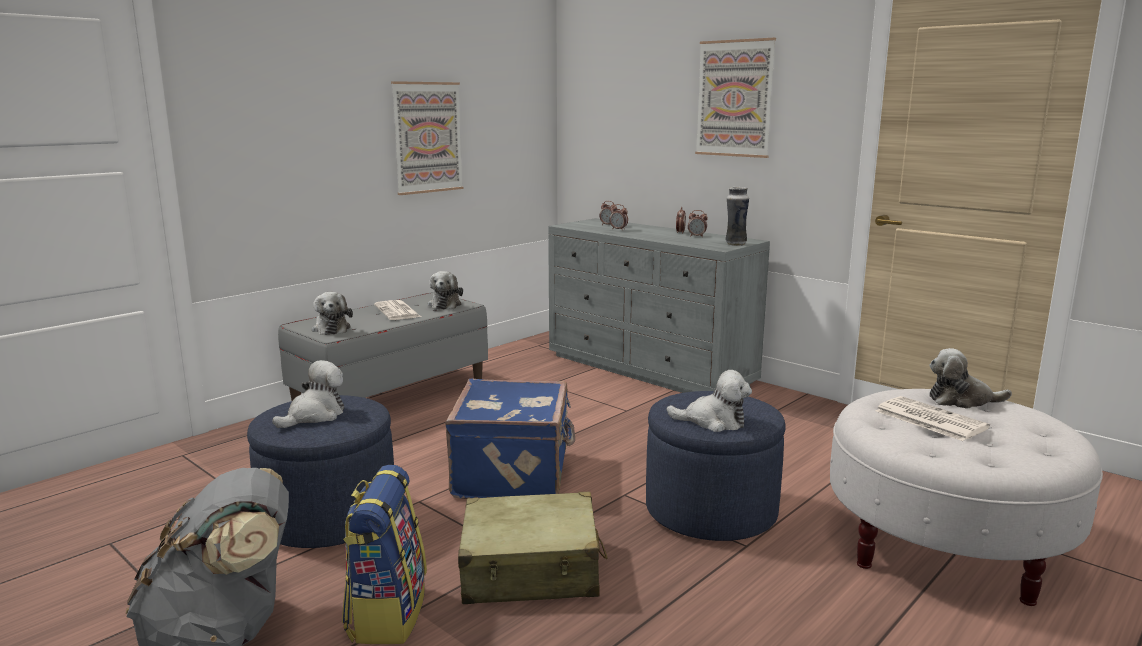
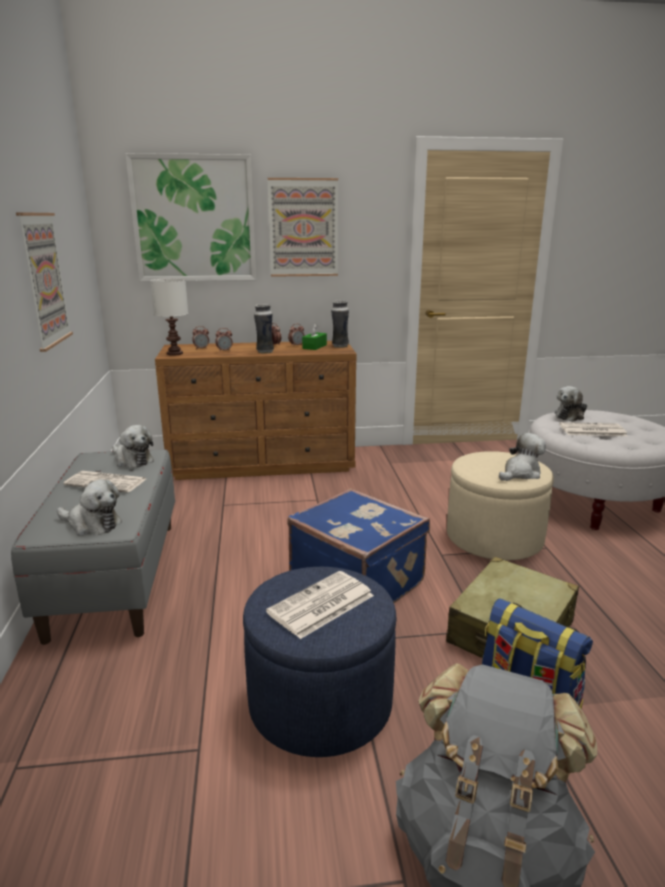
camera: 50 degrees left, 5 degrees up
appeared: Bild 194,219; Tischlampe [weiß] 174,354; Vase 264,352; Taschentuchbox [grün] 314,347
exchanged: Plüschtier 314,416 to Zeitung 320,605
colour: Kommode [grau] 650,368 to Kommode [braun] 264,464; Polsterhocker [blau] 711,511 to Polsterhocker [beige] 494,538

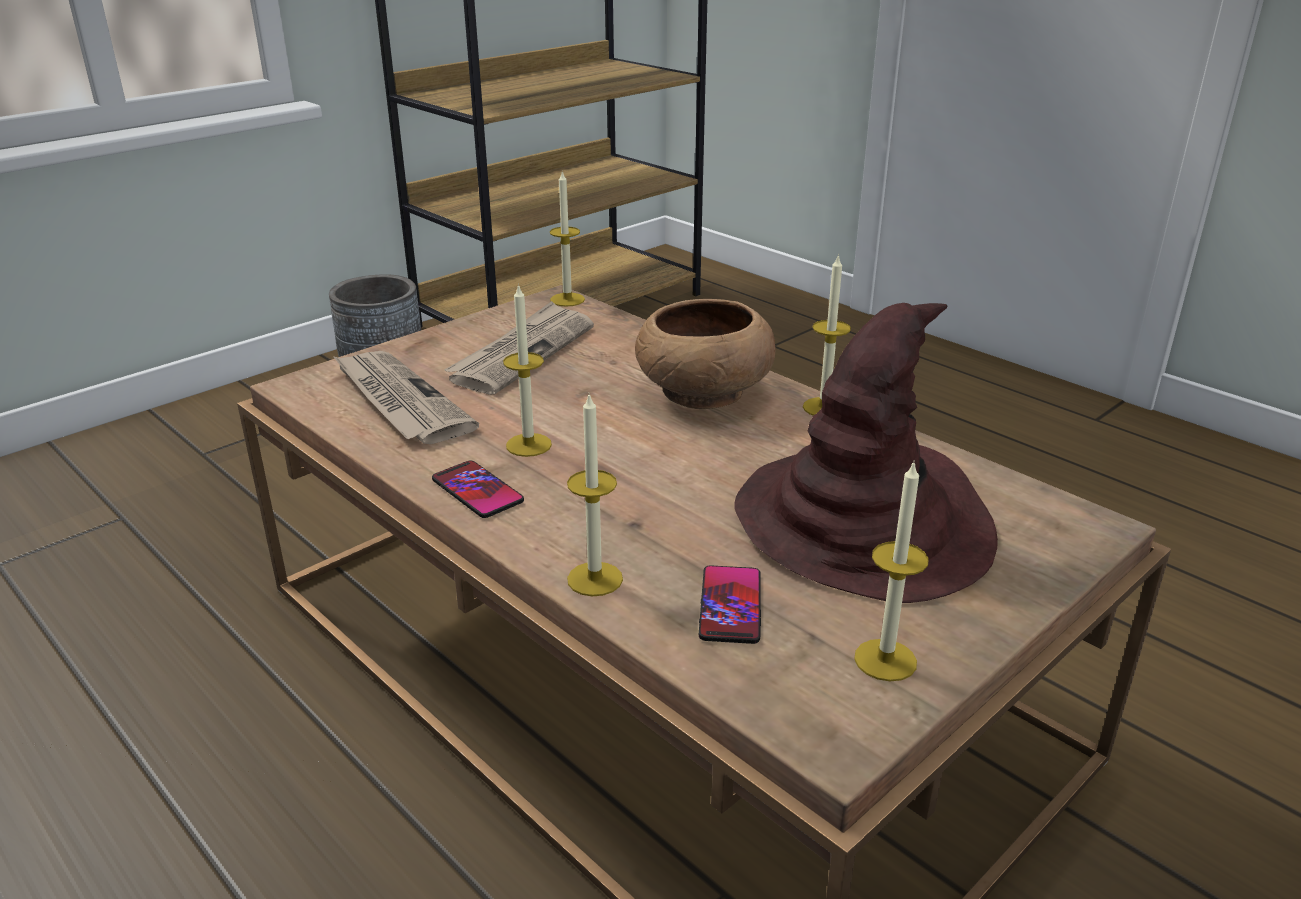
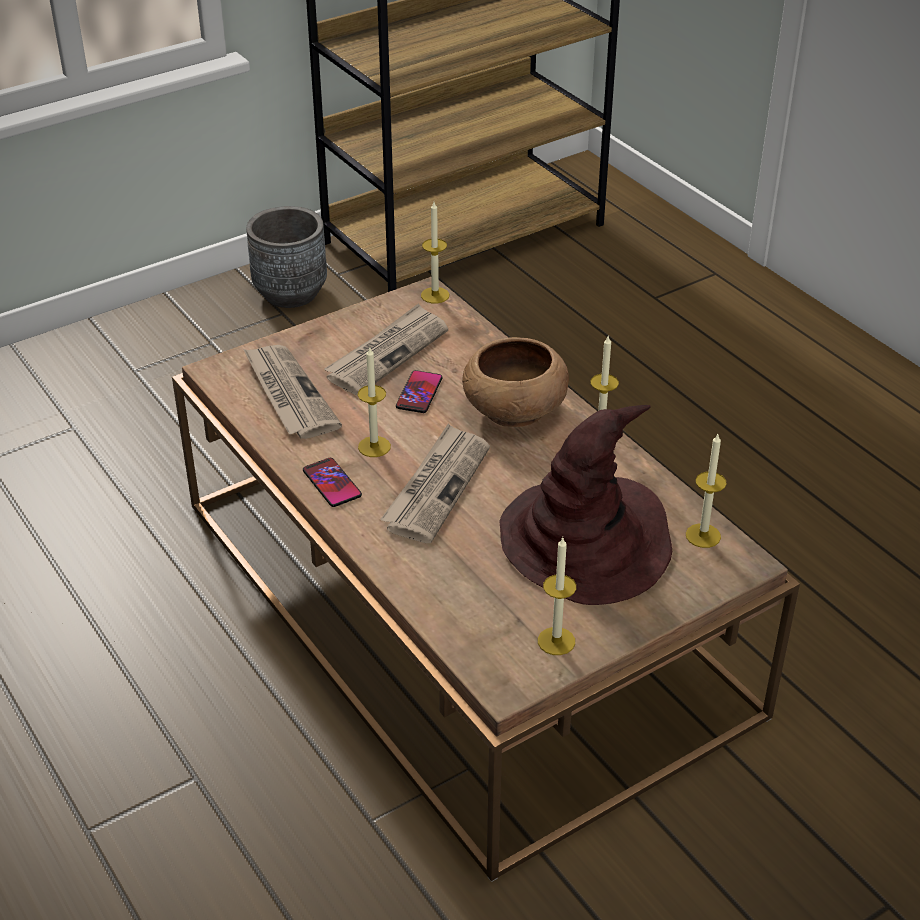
camera: 10 degrees right, 10 degrees up
appeared: Zeitung 436,486
relocated: Kerze 595,579 to 703,535; Handy 730,606 to 419,393

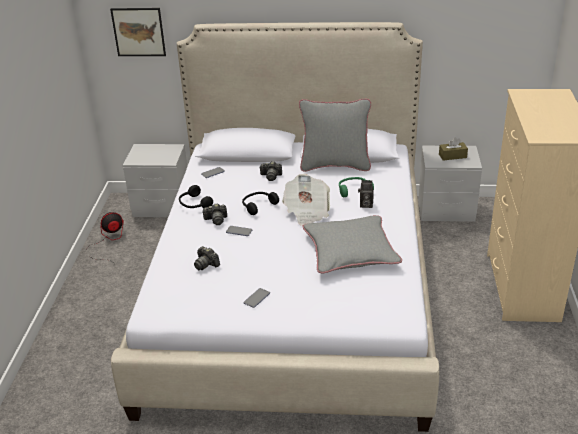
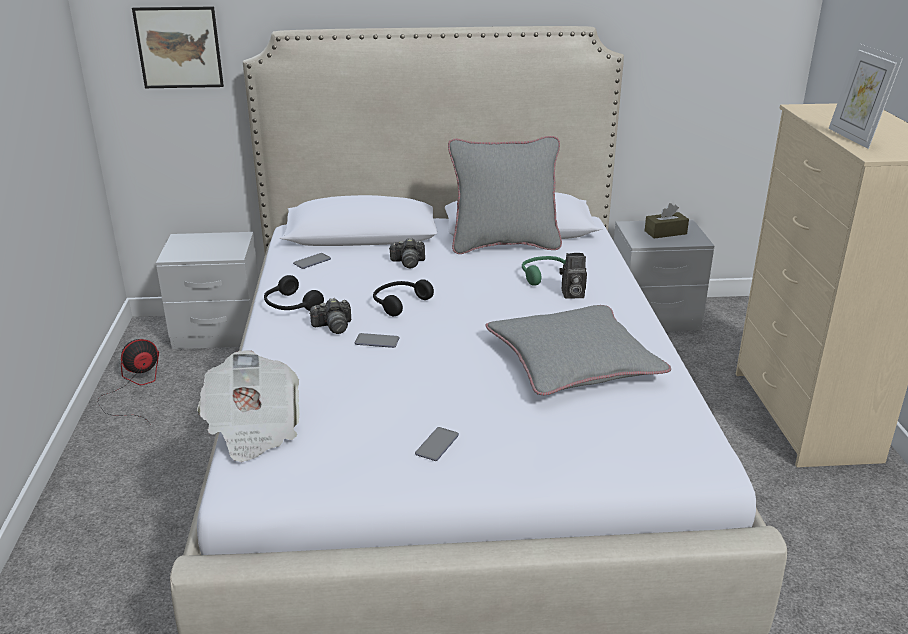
camera: 10 degrees left, 5 degrees down
missing: Kamera 206,264
appeared: Bilderrahmen 854,138
relocated: Zeitung 307,212 to 253,429

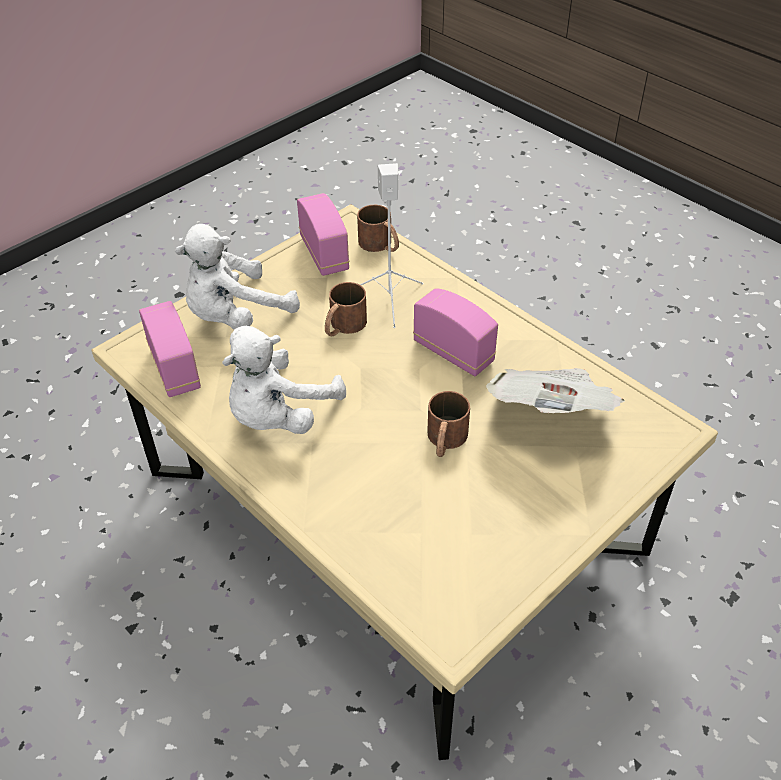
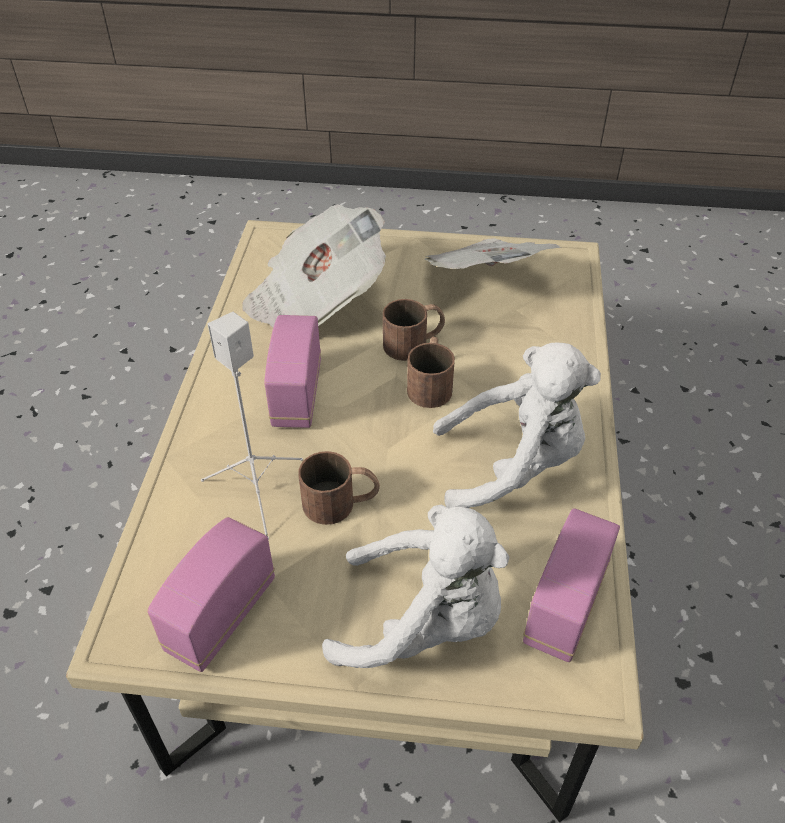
camera: 130 degrees left, 0 degrees up
appeared: Zeitung 486,282
relocated: Henkelbecher [braun] 380,245 to 430,383

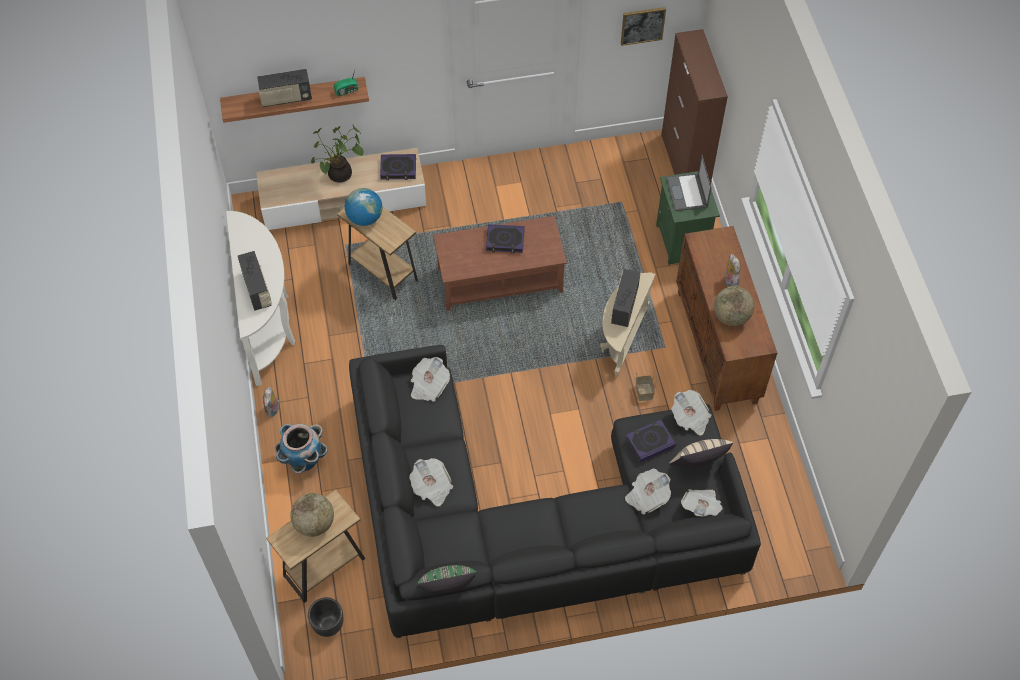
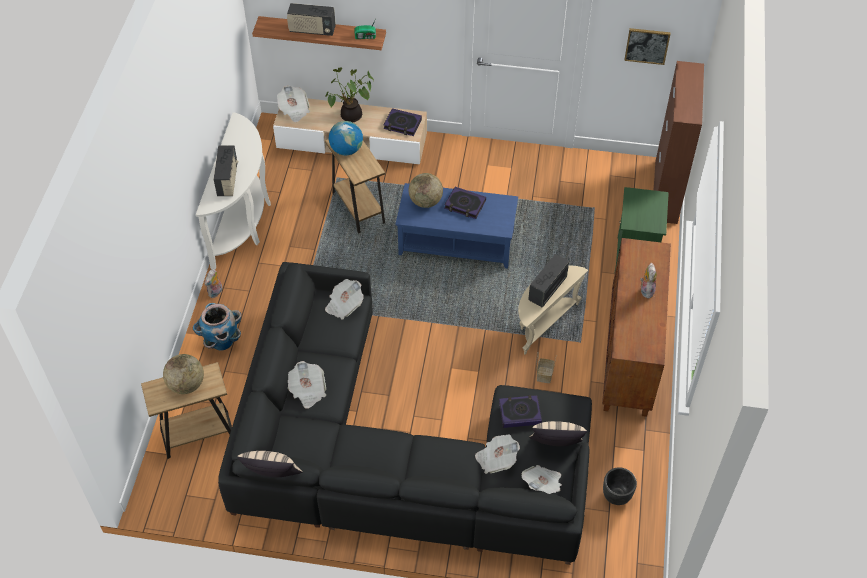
camera: 20 degrees right, 5 degrees down
missing: Laptop 687,193
relocated: Globus 731,316 to 425,201; Zeitung 690,418 to 294,110; Pflanzkübel [schwarz] 328,625 to 616,495
colour: Couchtisch [braun] 499,281 to Couchtisch [blau] 456,243; Kissen [grün] 447,591 to Kissen [beige] 273,478

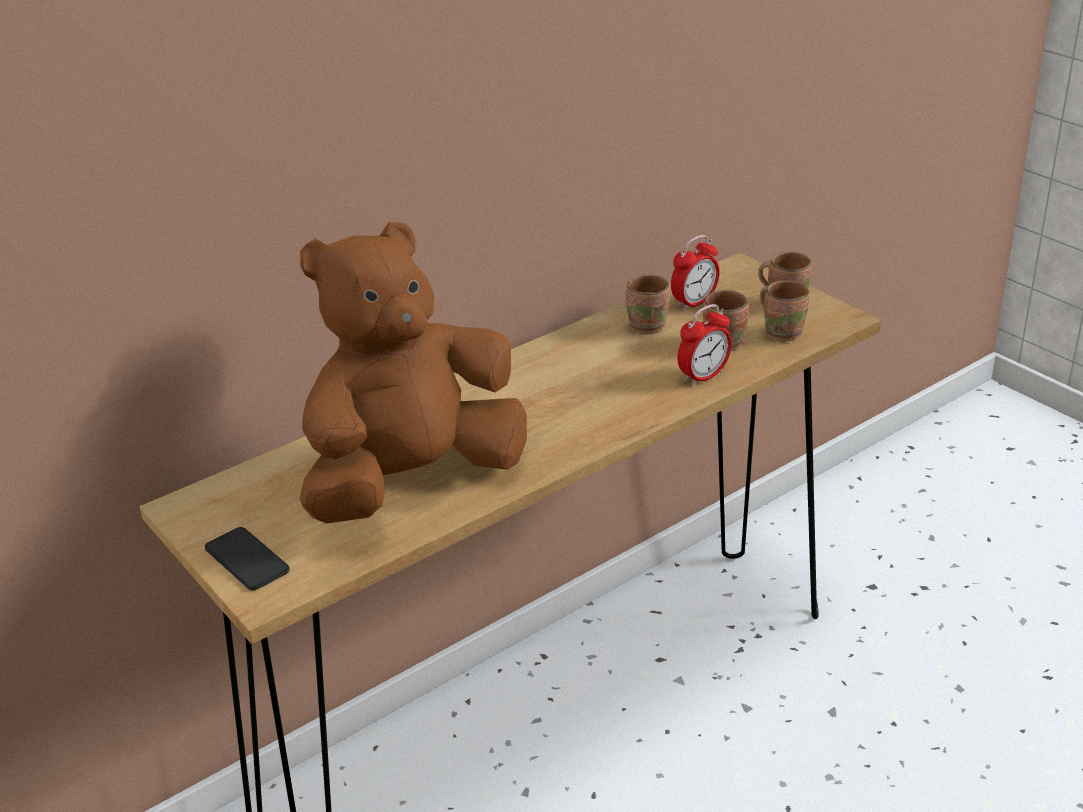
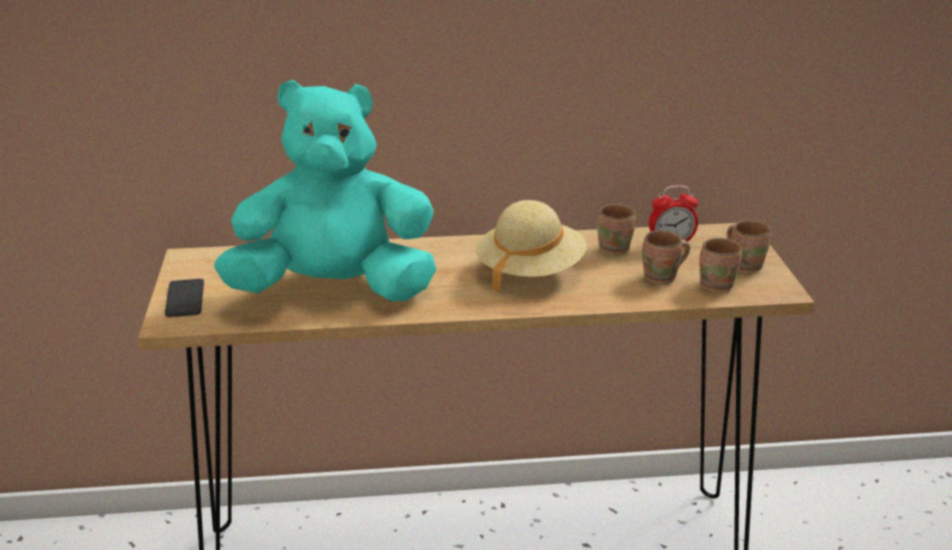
camera: 30 degrees right, 5 degrees down
missing: Wecker 703,377
appeared: Hut [beige] 530,272
colour: Plüschtier [braun] 413,481 to Plüschtier [türkis] 335,290

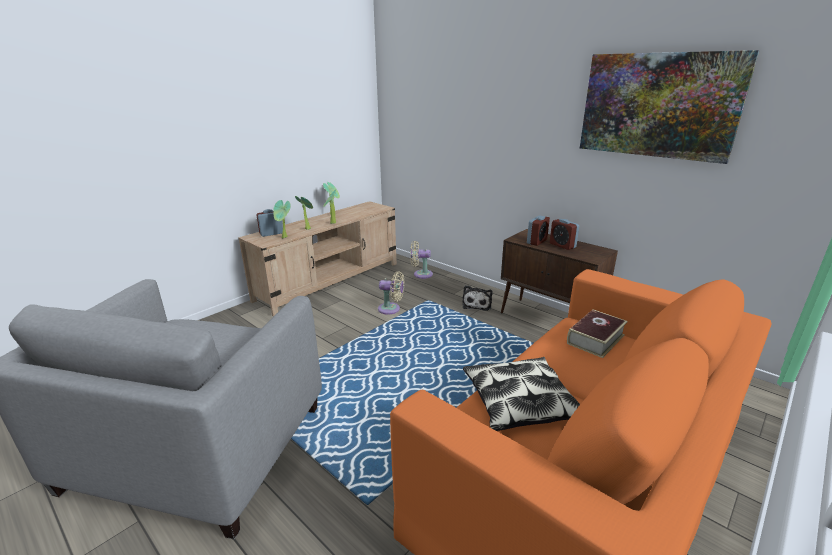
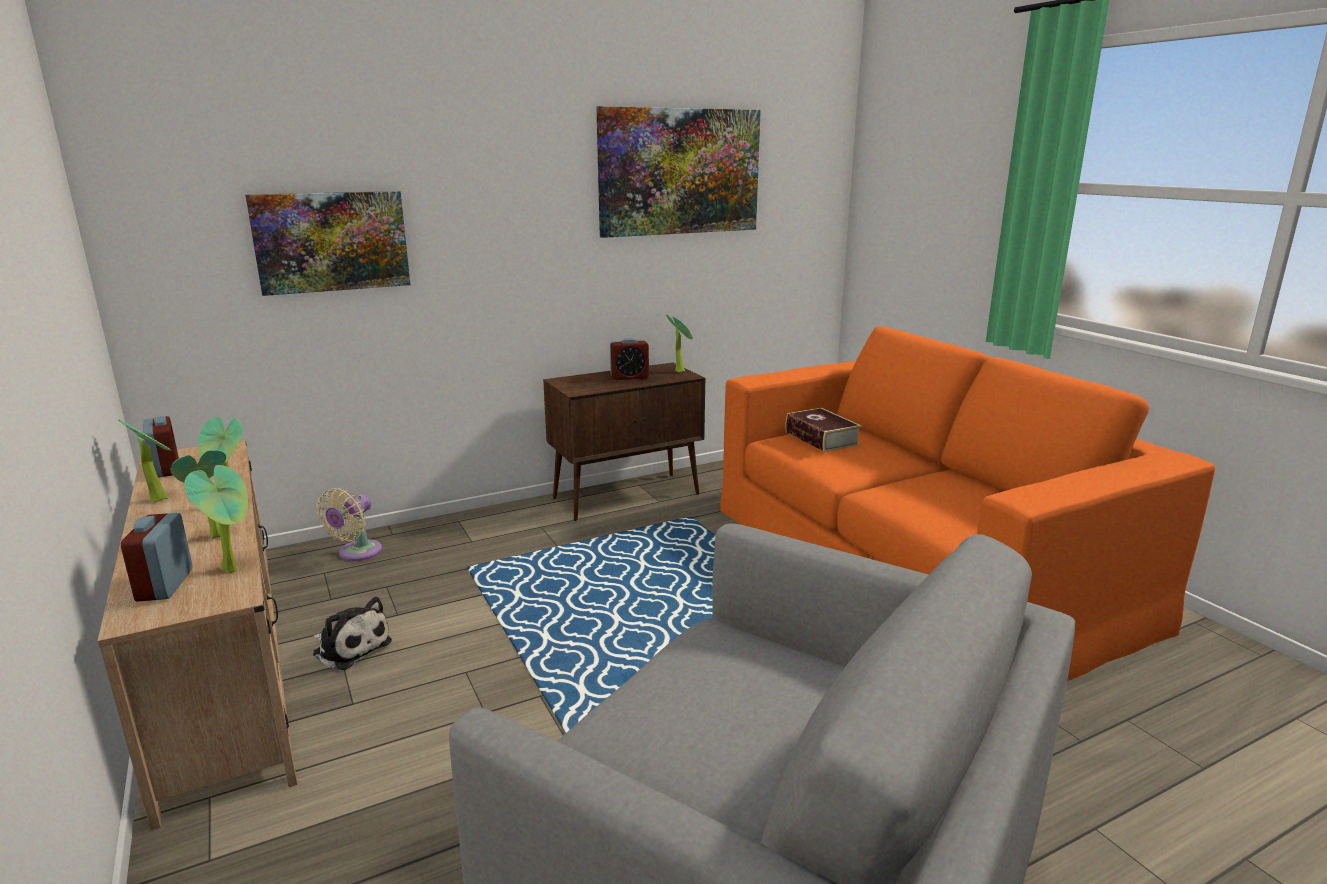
camera: 70 degrees left, 5 degrees down
missing: Ventilator [beige] 391,309; Kissen 519,402
appeared: Bild 331,241; Topfpflanze 680,371
relocated: Wecker 536,241 to 166,469; Plüschtier 477,304 to 350,647

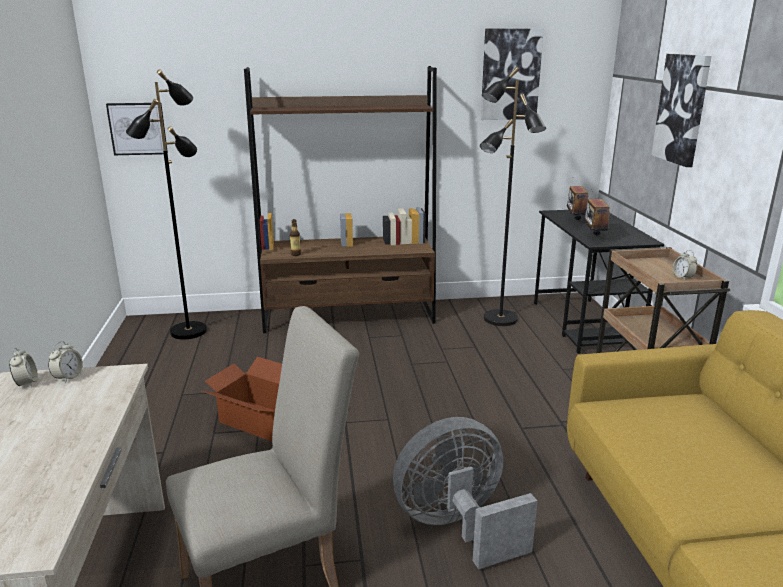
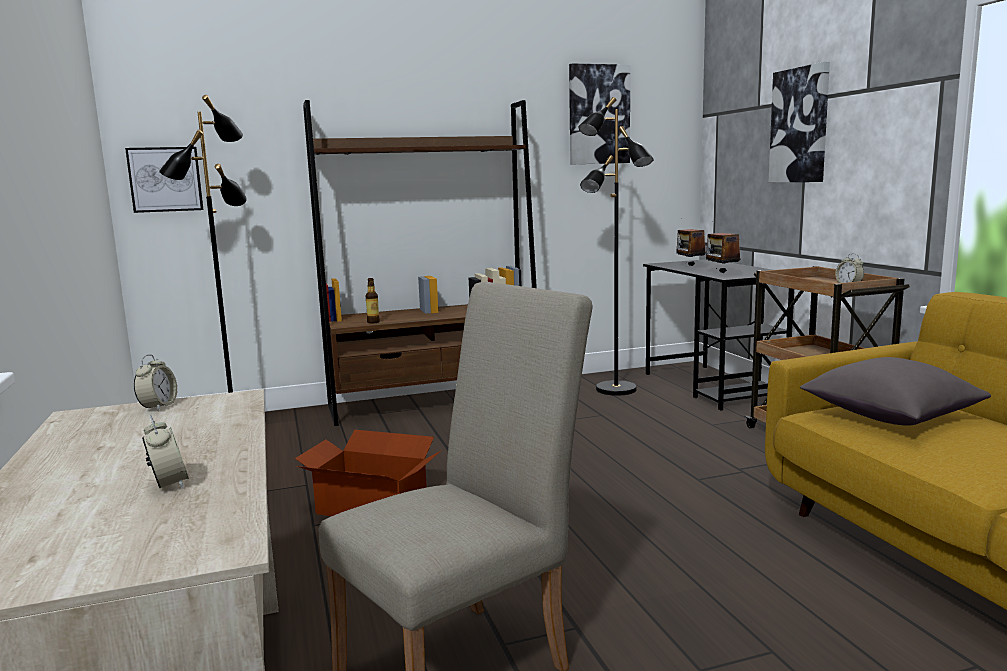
camera: 10 degrees left, 10 degrees down
missing: Ventilator [grau] 458,527
appeared: Kissen [grau] 889,417
relocated: Wecker 27,383 to 169,484

